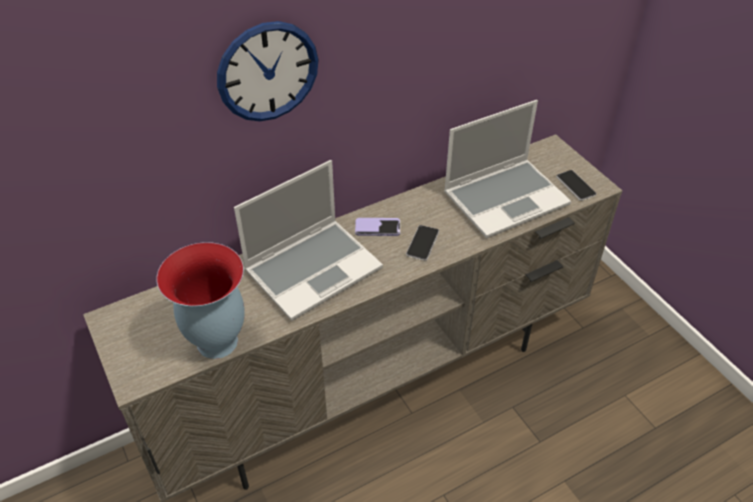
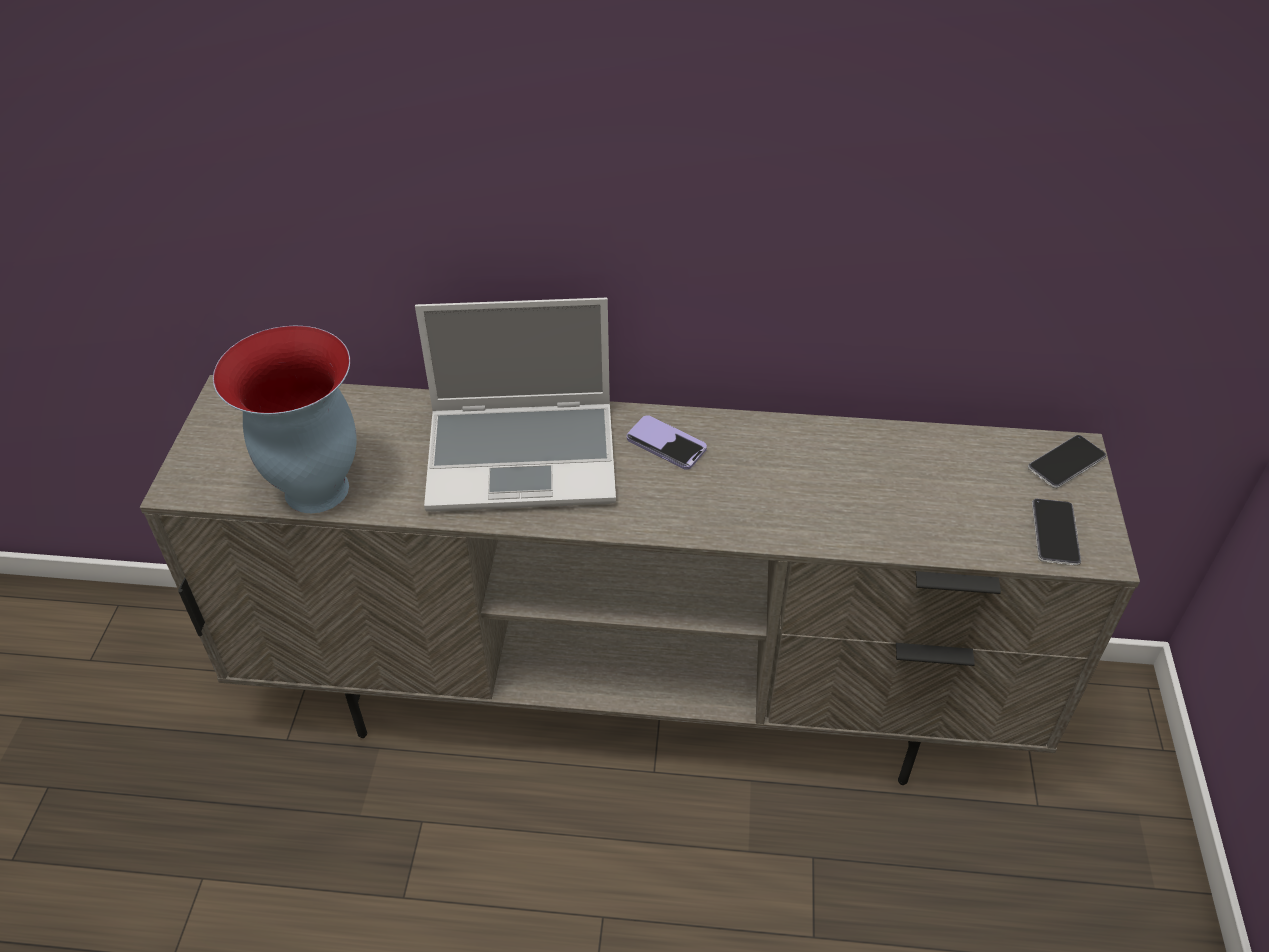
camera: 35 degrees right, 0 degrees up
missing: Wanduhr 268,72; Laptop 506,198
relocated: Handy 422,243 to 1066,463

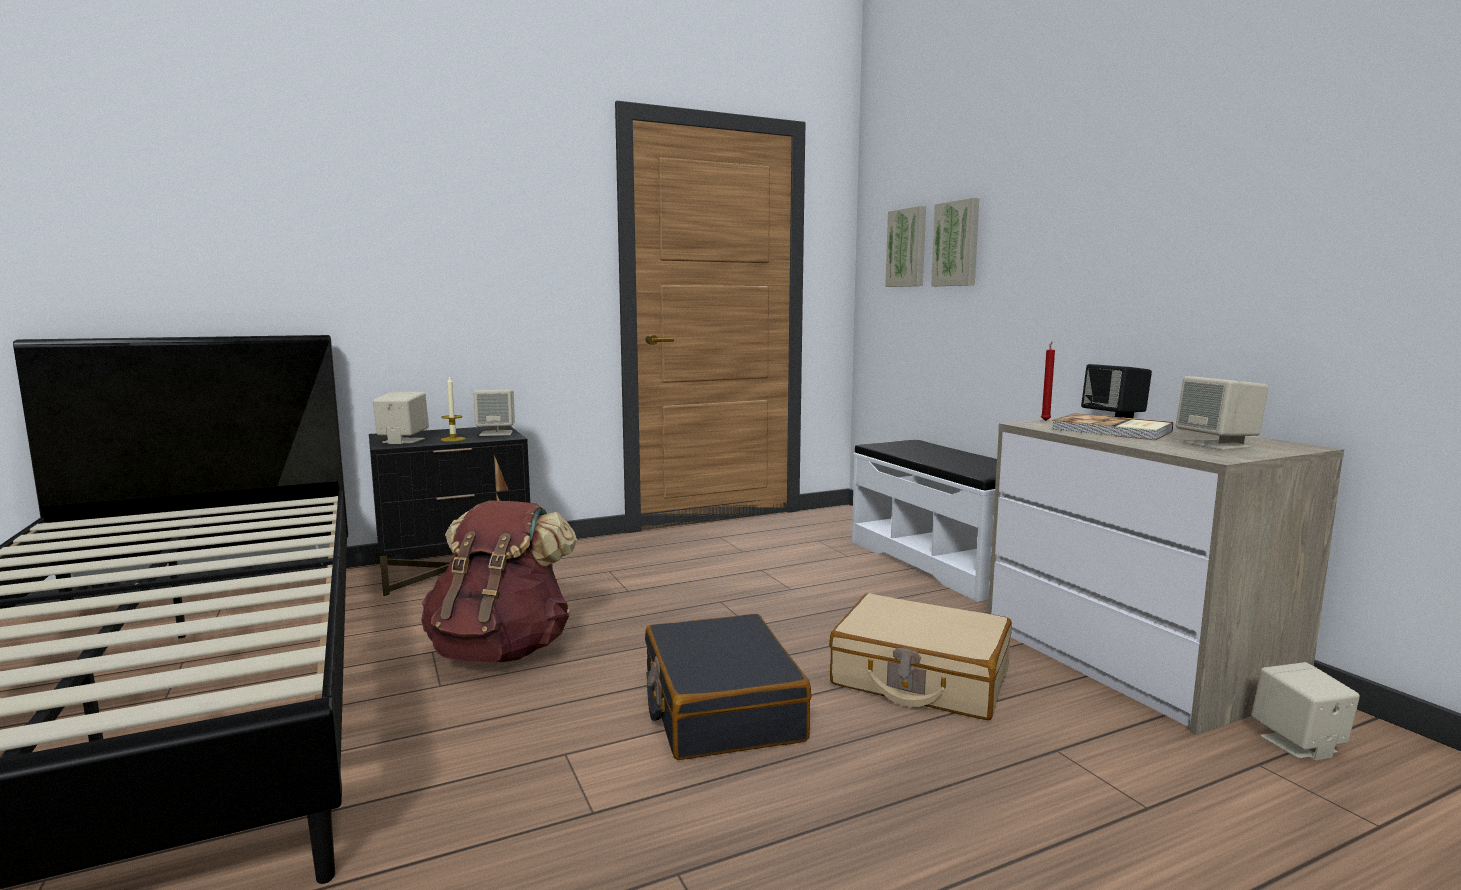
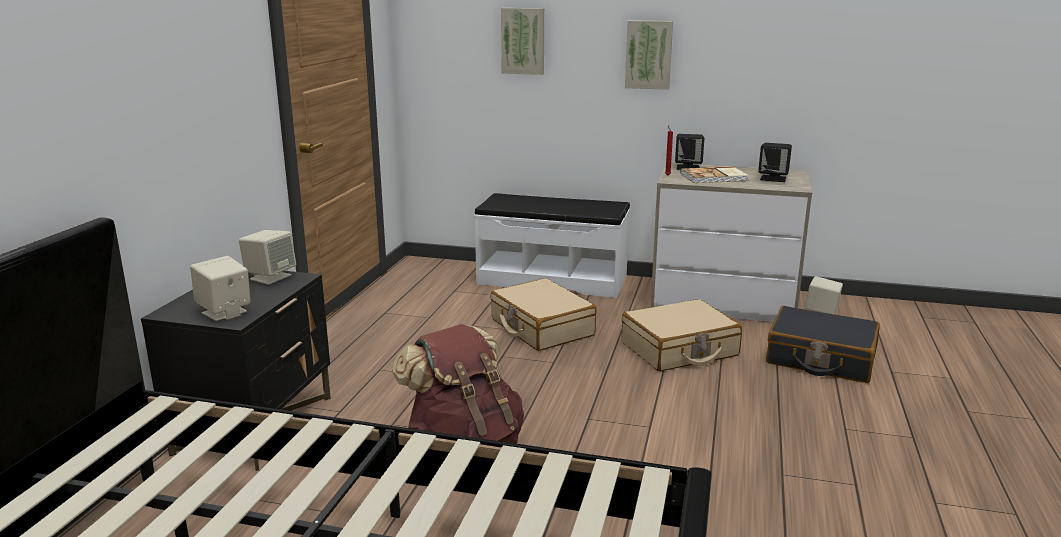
camera: 50 degrees left, 10 degrees up
missing: Kerze 453,439
appeared: Koffer [beige] 541,328
relocated: Bild 908,248 to 649,54; Koffer [schwarz] 720,708 to 820,359
colour: Lautsprecher [beige] 1217,445 to Lautsprecher [schwarz] 773,178

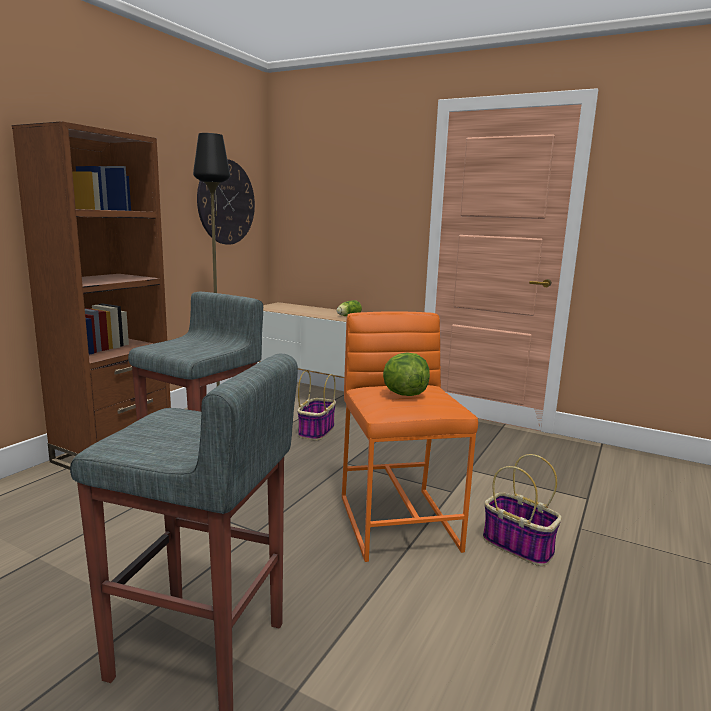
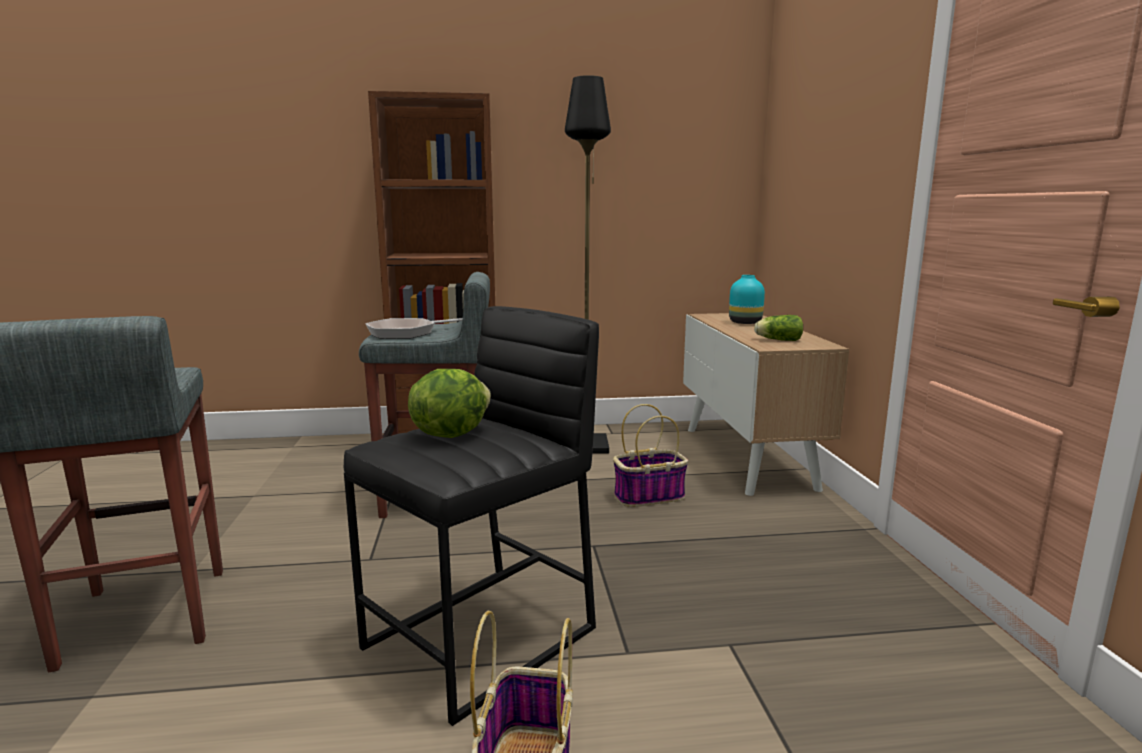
camera: 55 degrees right, 0 degrees up
missing: Wanduhr 226,202
appeared: Vase [türkis] 744,322; Pfanne 406,333
colour: Hocker [orange] 399,521 to Hocker [schwarz] 483,638

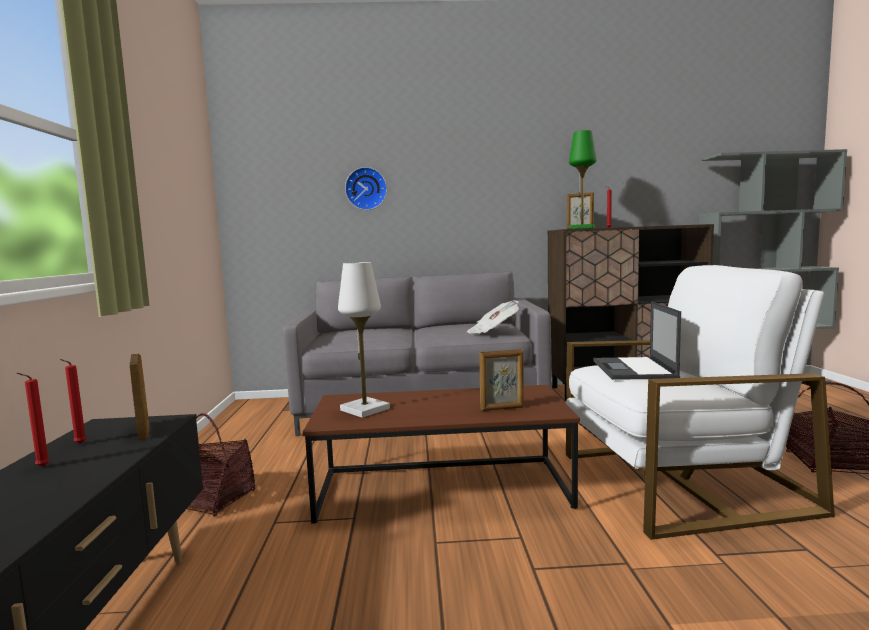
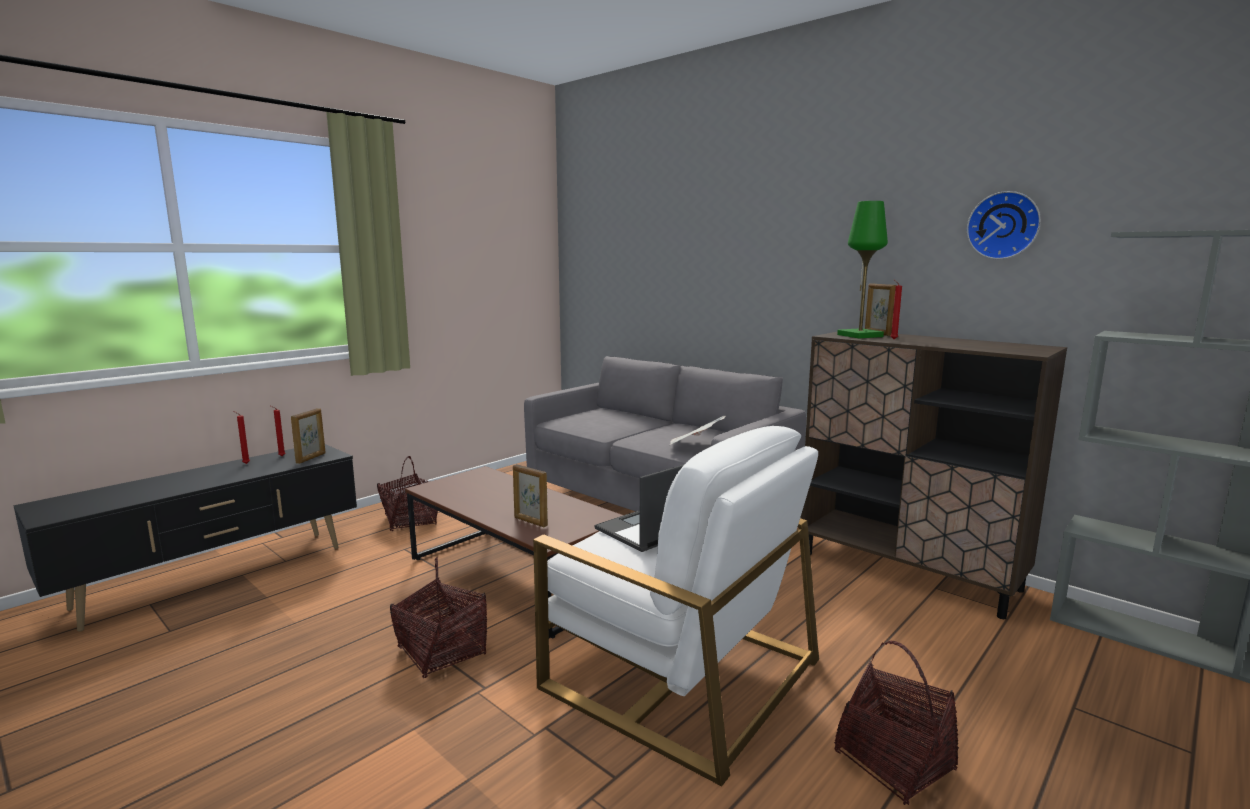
camera: 45 degrees right, 5 degrees up
missing: Tischlampe [weiß] 364,409
appeared: Korb 442,652
relocated: Wanduhr 366,189 to 1004,225

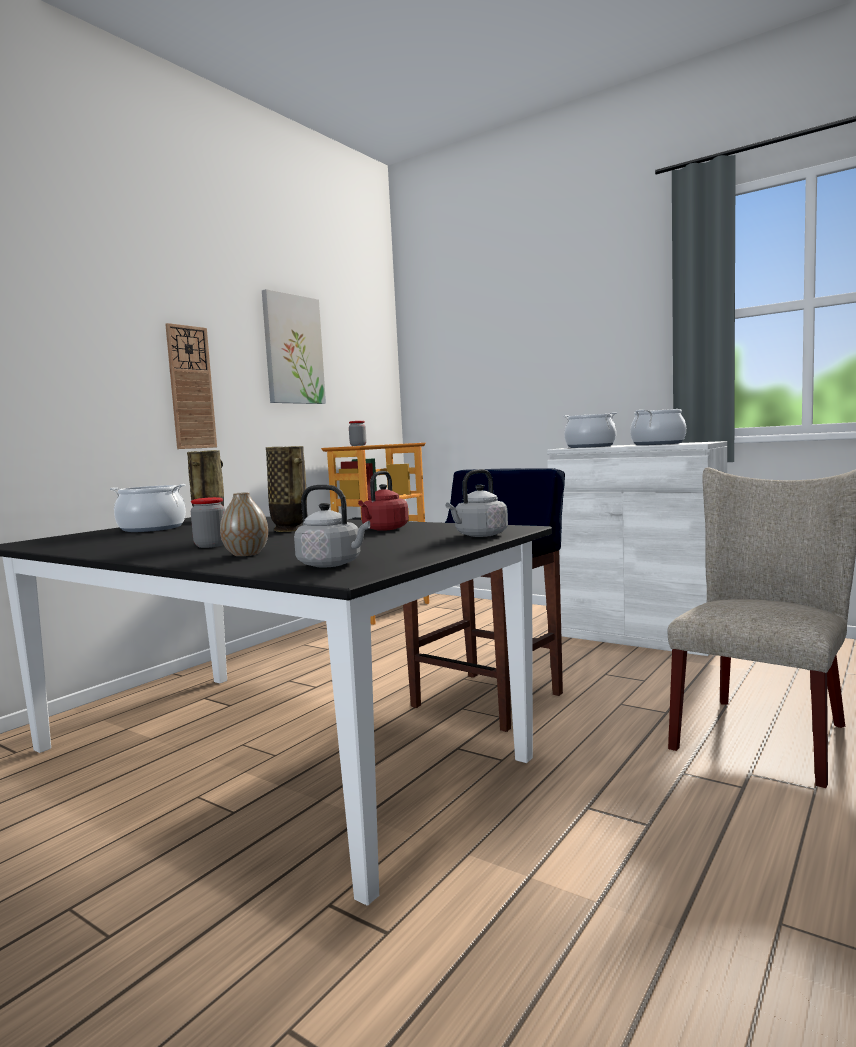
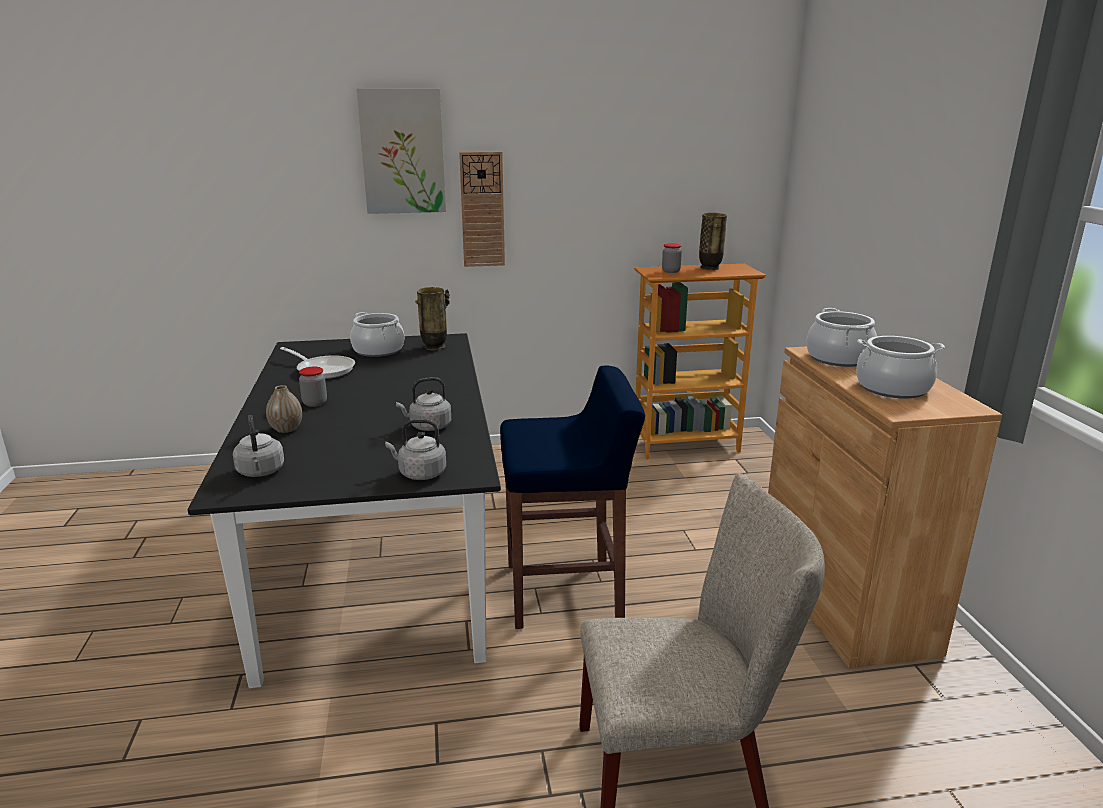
camera: 45 degrees right, 15 degrees up
appeared: Pfanne 323,370
relocated: Bild 293,350 to 402,151; Vase 289,530 to 710,268
colour: Schrank [weiß] 637,634 to Schrank [braun] 844,599; Wasserkessel [rot] 384,529 to Wasserkessel [grau] 428,426

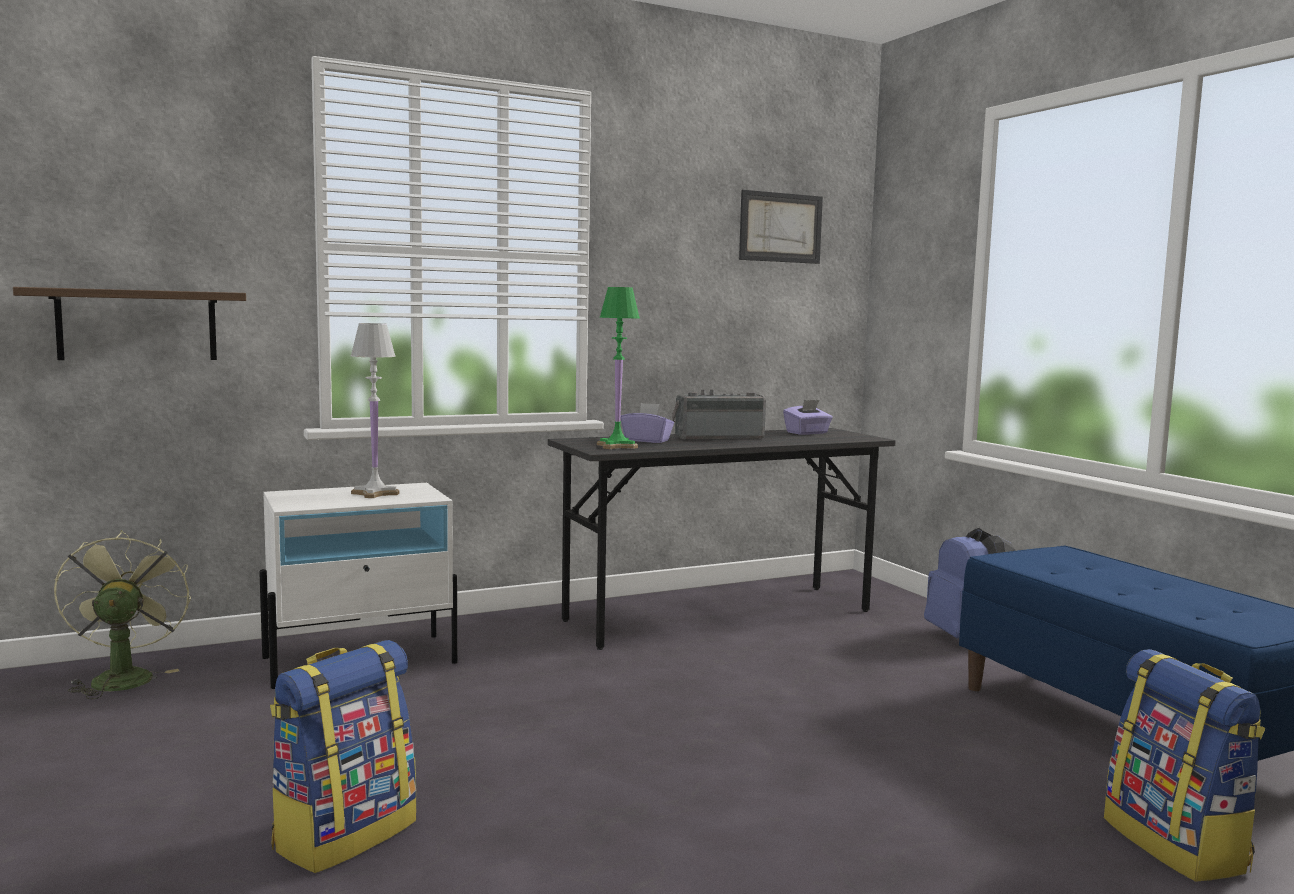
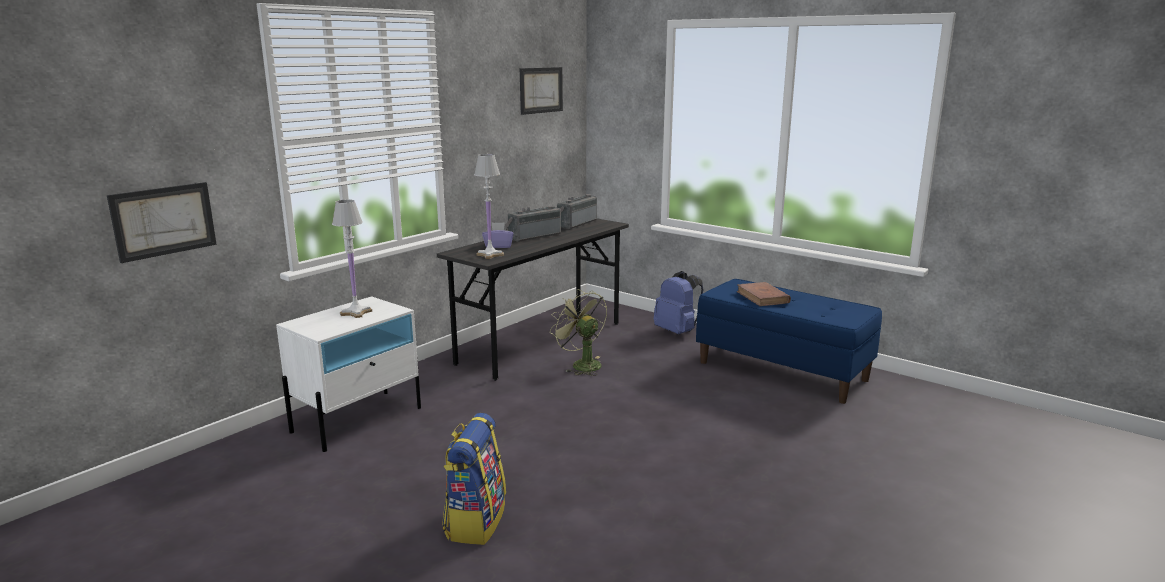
camera: 25 degrees left, 10 degrees up
missing: Rucksack 1177,845
appeared: Buch [braun] 762,297
relocated: Ventilator [grün] 123,677 to 581,364
exchanged: Wandregal 138,325 to Bild 164,221; Taschentuchbox [lila] 807,433 to Radio 575,223
colour: Tischlampe [grün] 617,446 to Tischlampe [weiß] 490,255

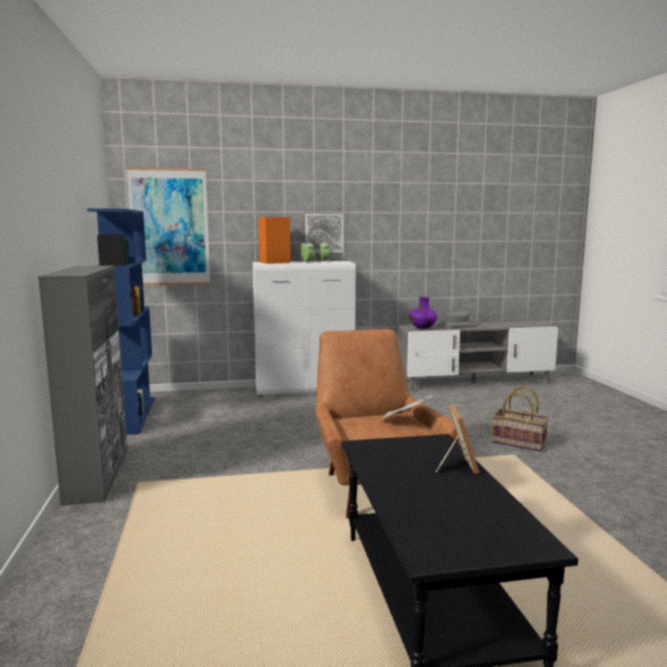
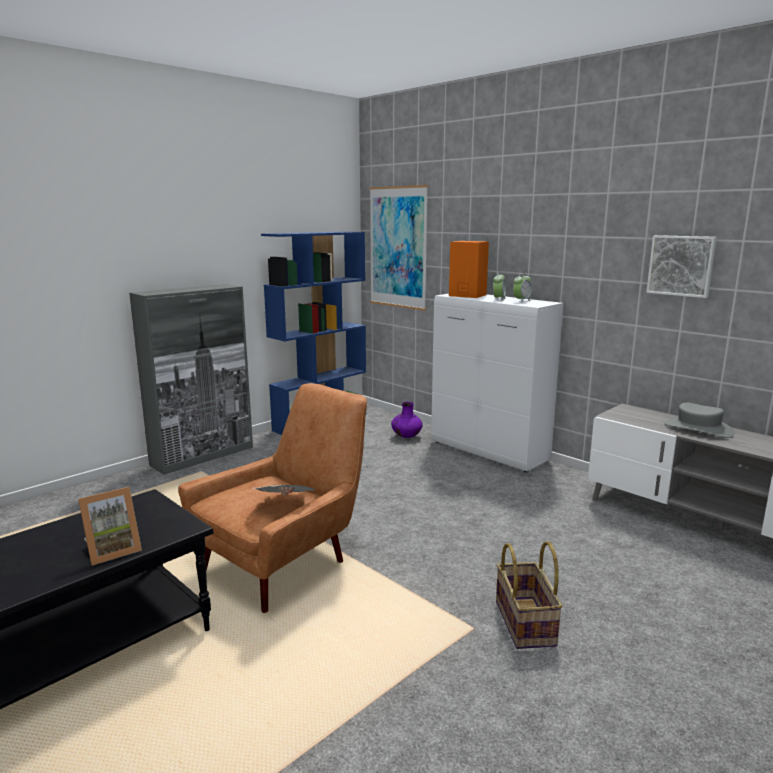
camera: 55 degrees right, 5 degrees up
relocated: Bild 324,233 to 681,265; Vase [lila] 422,328 to 406,436

